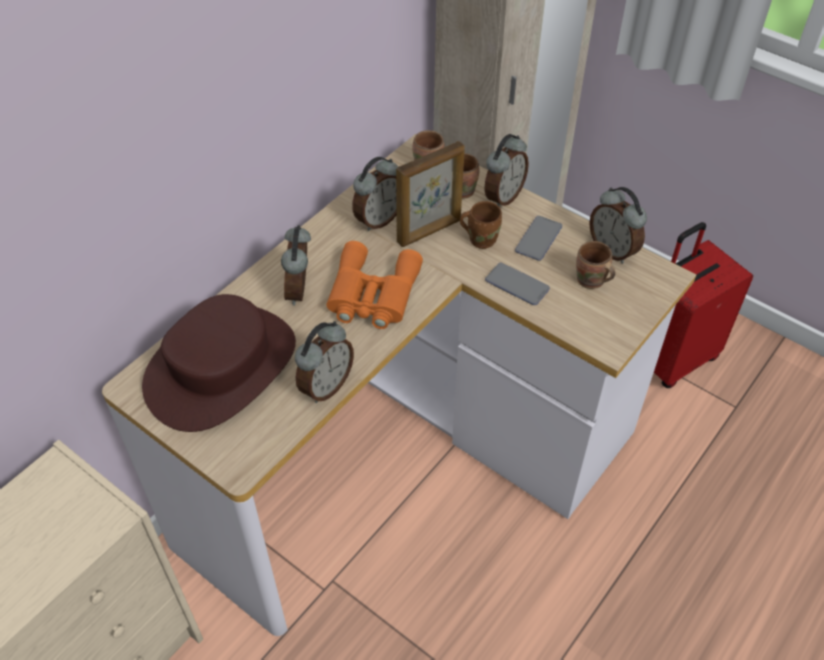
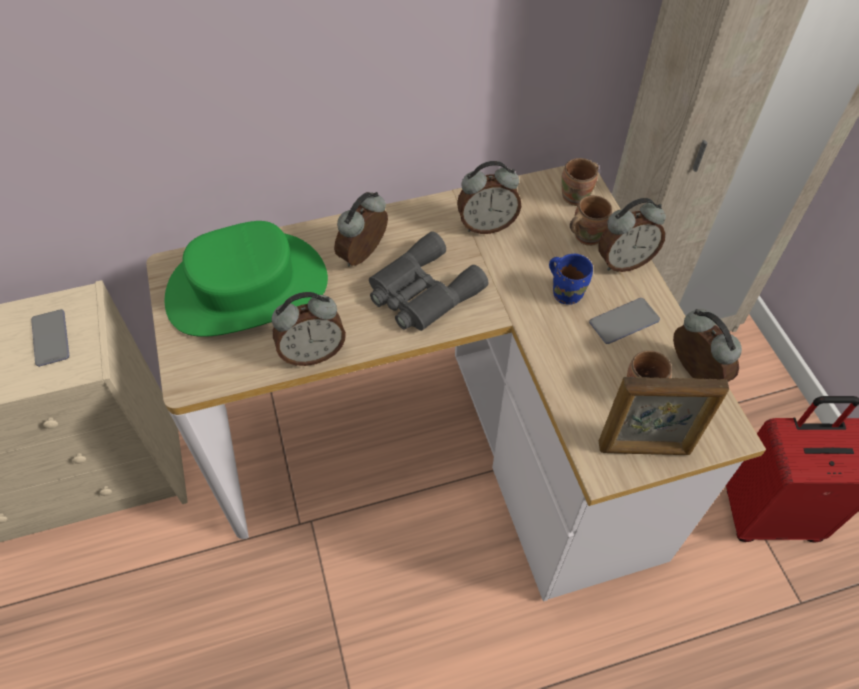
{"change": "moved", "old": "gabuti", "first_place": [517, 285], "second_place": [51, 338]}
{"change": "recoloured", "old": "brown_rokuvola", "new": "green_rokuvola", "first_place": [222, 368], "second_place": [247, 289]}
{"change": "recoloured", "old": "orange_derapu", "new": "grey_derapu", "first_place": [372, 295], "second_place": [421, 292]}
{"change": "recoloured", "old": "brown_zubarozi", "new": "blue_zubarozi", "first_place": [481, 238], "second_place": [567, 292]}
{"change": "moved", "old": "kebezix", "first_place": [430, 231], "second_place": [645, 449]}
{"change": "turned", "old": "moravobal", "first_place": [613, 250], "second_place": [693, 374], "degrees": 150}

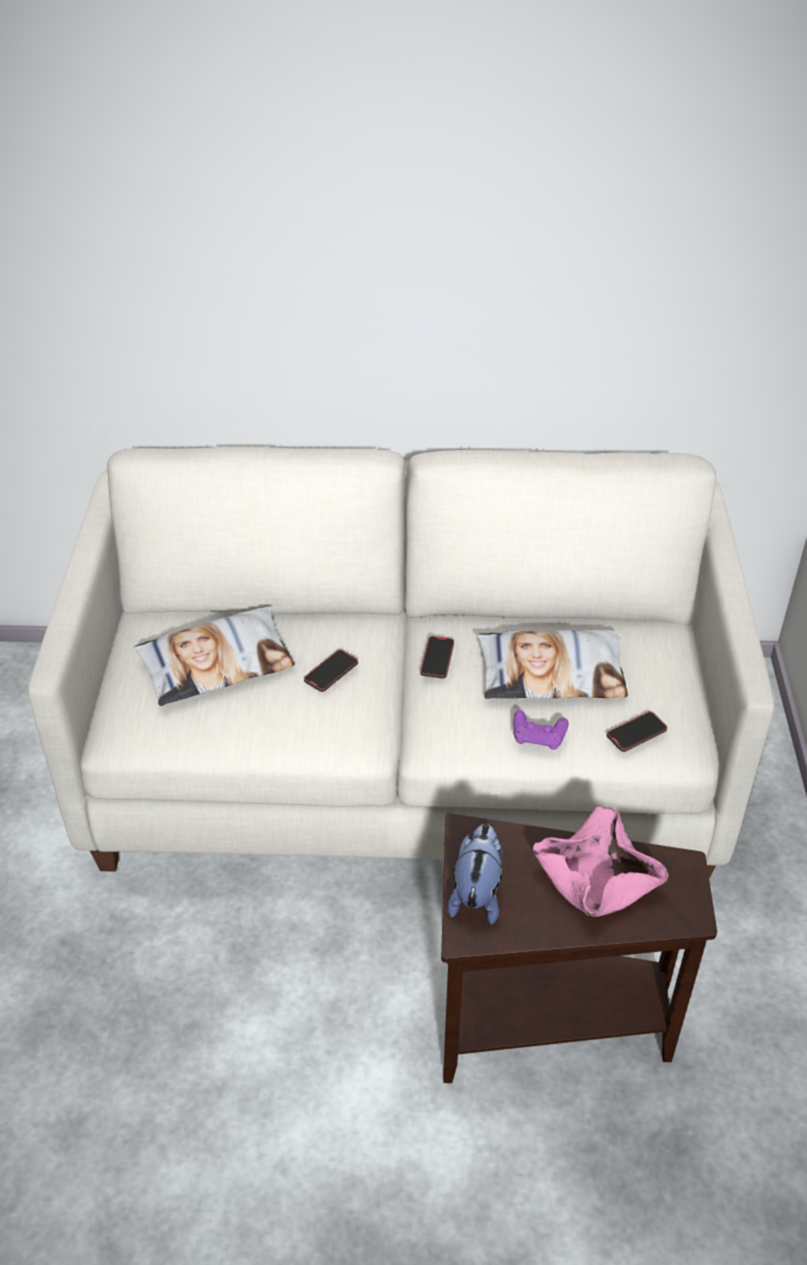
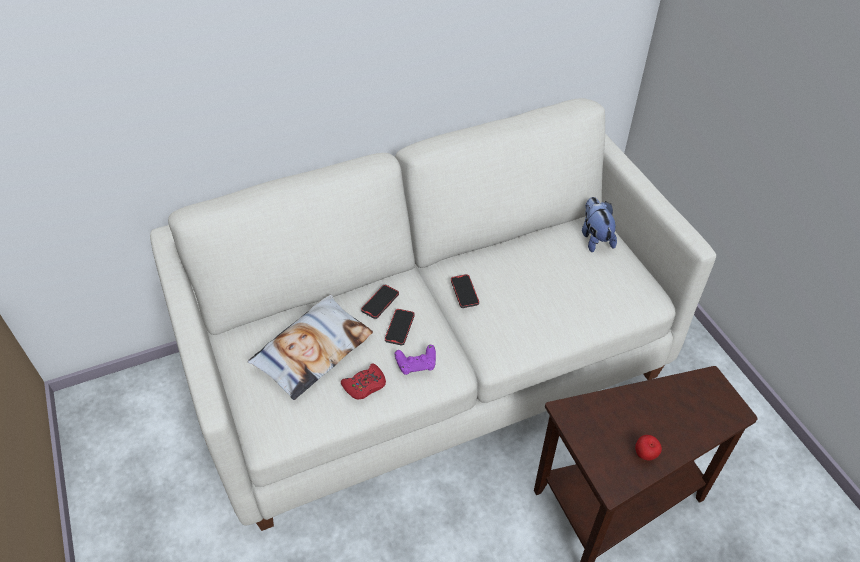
{"change": "added", "new": "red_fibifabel", "second_place": [365, 385]}
{"change": "moved", "old": "gabuti", "first_place": [636, 733], "second_place": [380, 303]}
{"change": "moved", "old": "purple_fibifabel", "first_place": [538, 738], "second_place": [416, 365]}
{"change": "moved", "old": "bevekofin", "first_place": [477, 893], "second_place": [595, 238]}
{"change": "added", "new": "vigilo", "second_place": [645, 455]}
{"change": "removed", "old": "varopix", "first_place": [551, 673]}
{"change": "removed", "old": "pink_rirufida", "first_place": [597, 878]}

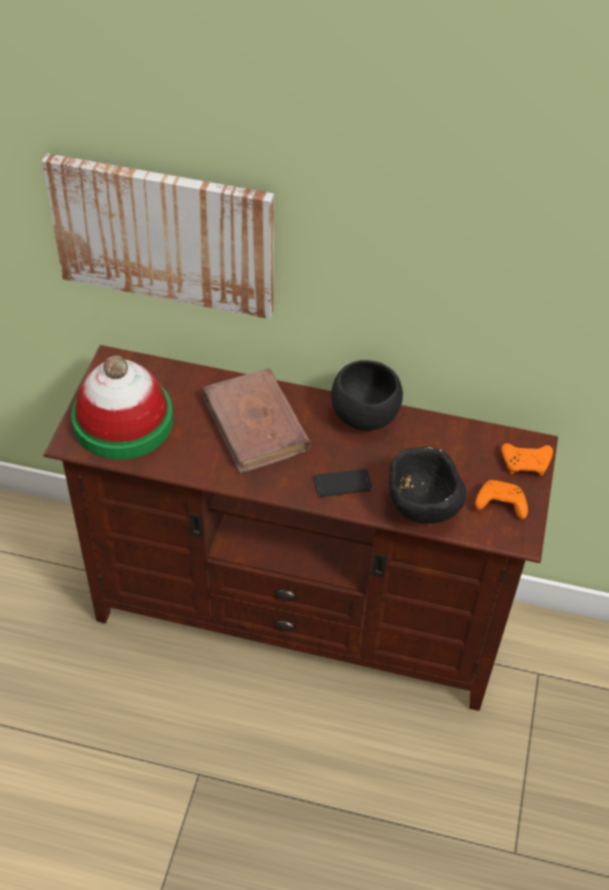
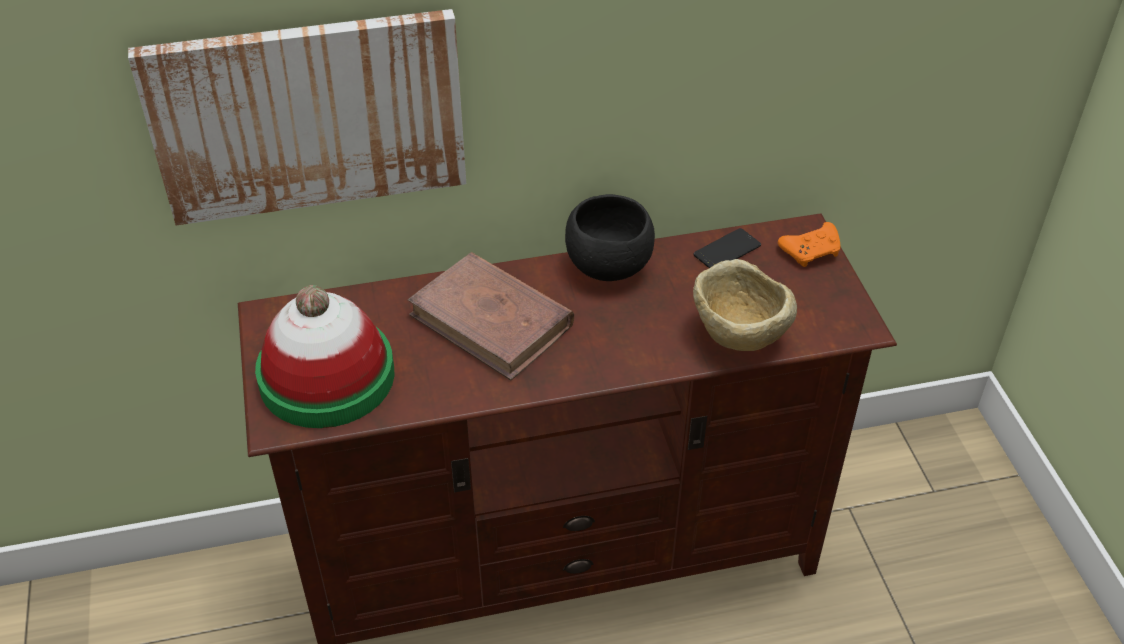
{"change": "recoloured", "old": "black_rirufida", "new": "beige_rirufida", "first_place": [421, 508], "second_place": [738, 338]}
{"change": "moved", "old": "gabuti", "first_place": [342, 483], "second_place": [727, 250]}
{"change": "removed", "old": "orange_fibifabel", "first_place": [499, 504]}

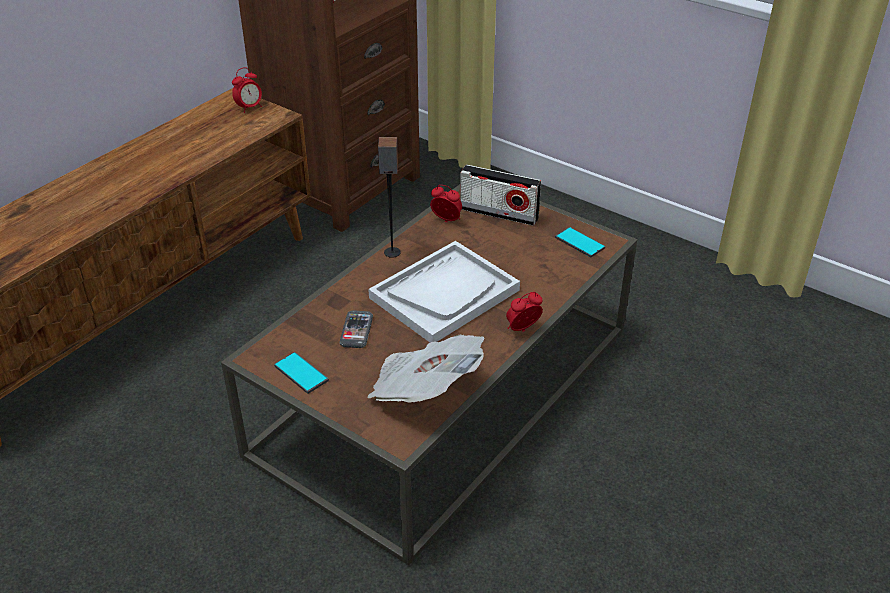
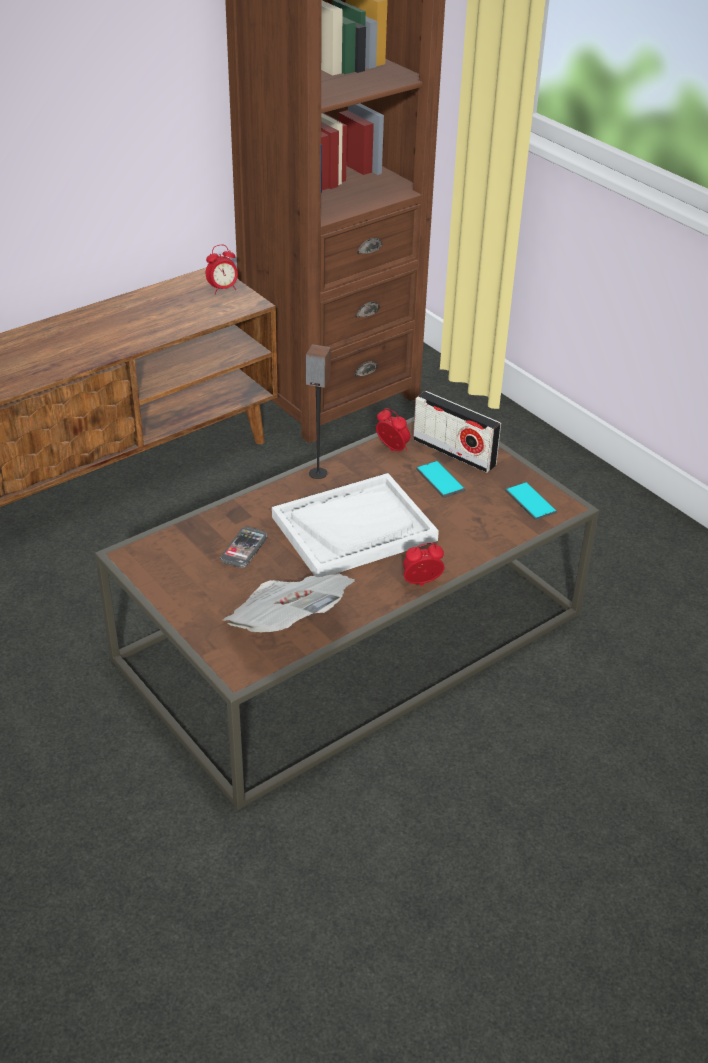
{"change": "moved", "old": "gabuti", "first_place": [301, 373], "second_place": [440, 480]}

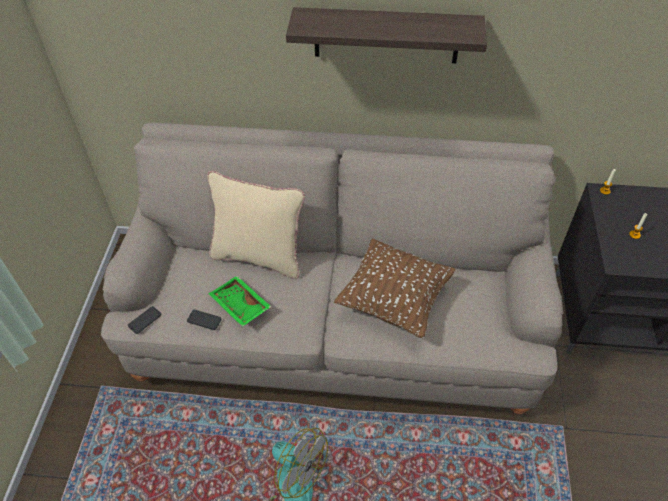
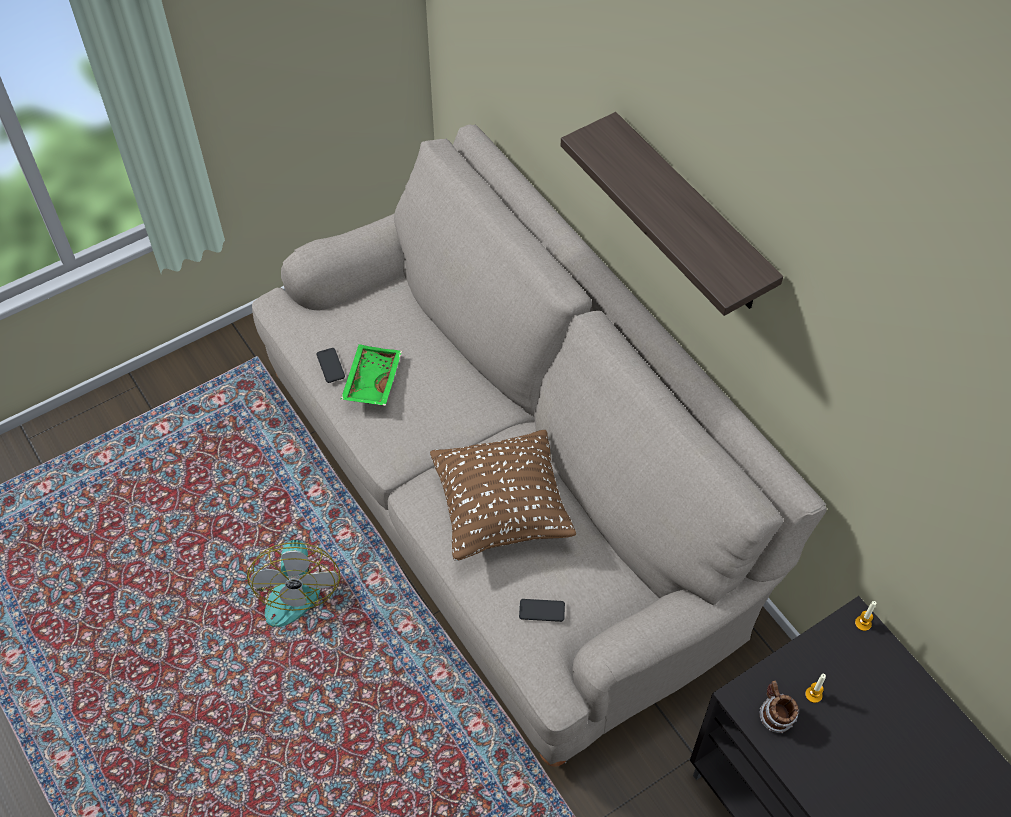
{"change": "moved", "old": "gabuti", "first_place": [144, 320], "second_place": [542, 610]}
{"change": "added", "new": "zubarozi", "second_place": [774, 716]}
{"change": "removed", "old": "beige_varopix", "first_place": [259, 256]}

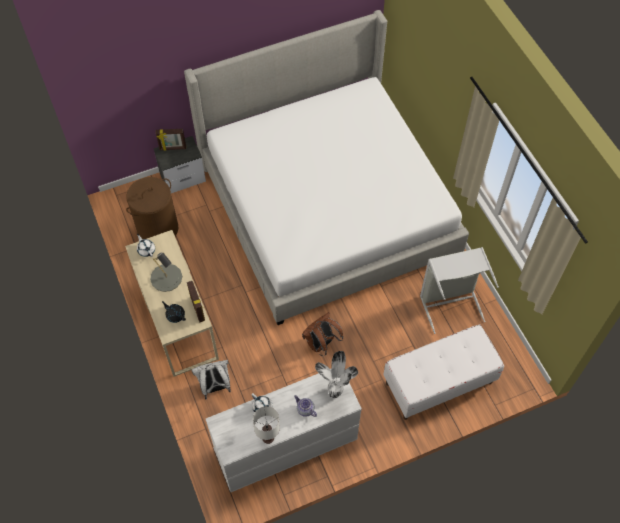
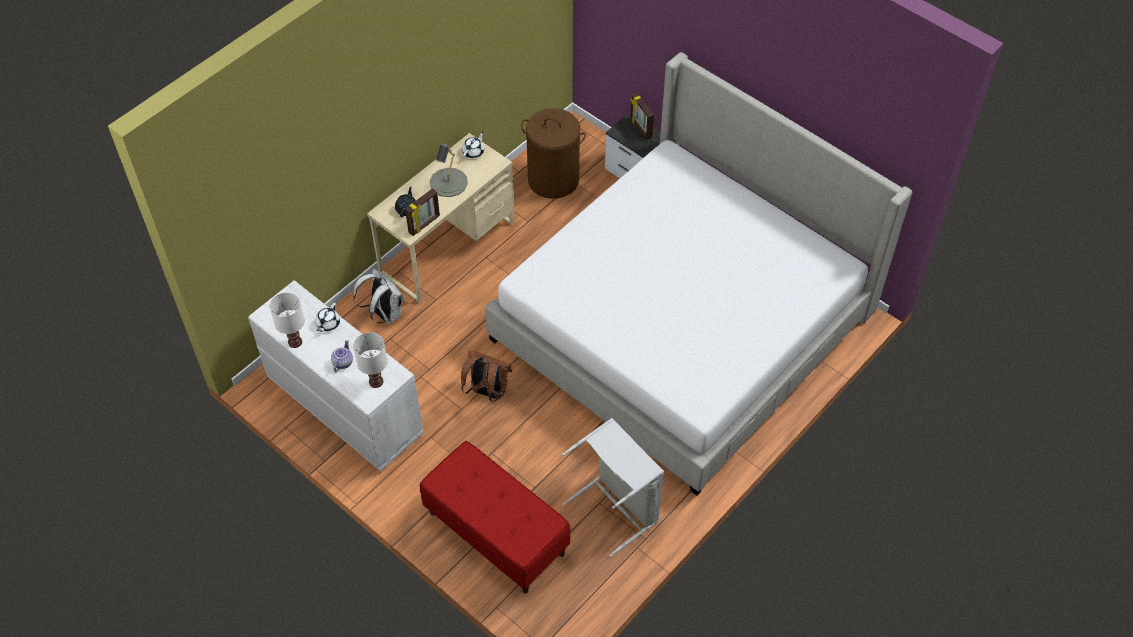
{"change": "replaced", "old": "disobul", "new": "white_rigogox", "first_place": [334, 392], "second_place": [376, 381]}
{"change": "recoloured", "old": "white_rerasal", "new": "red_rerasal", "first_place": [438, 383], "second_place": [496, 533]}

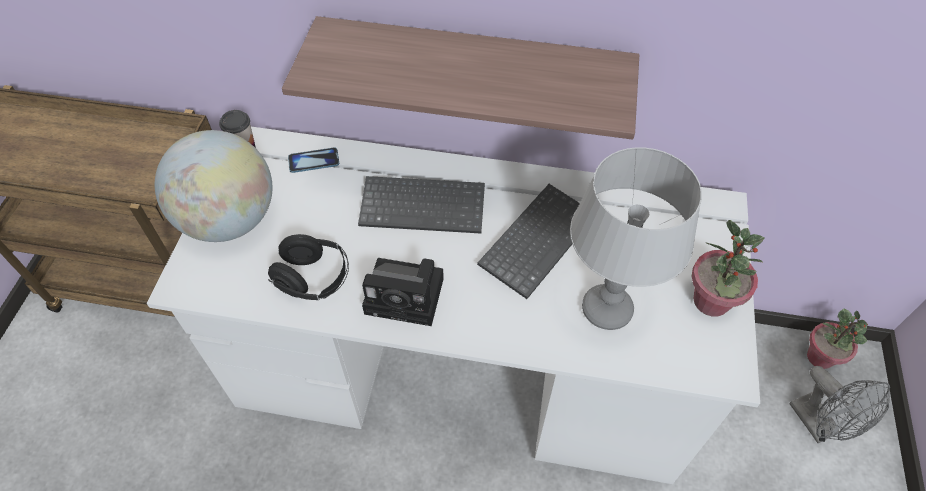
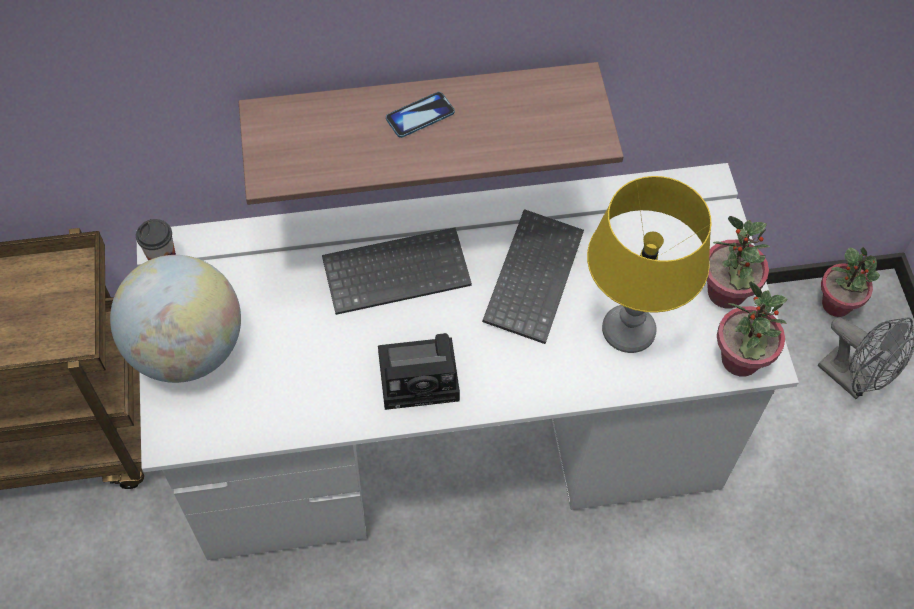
{"change": "moved", "old": "gabuti", "first_place": [314, 161], "second_place": [420, 116]}
{"change": "recoloured", "old": "grey_rigogox", "new": "yellow_rigogox", "first_place": [606, 310], "second_place": [628, 332]}
{"change": "added", "new": "disobul", "second_place": [740, 360]}
{"change": "removed", "old": "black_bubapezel", "first_place": [313, 279]}

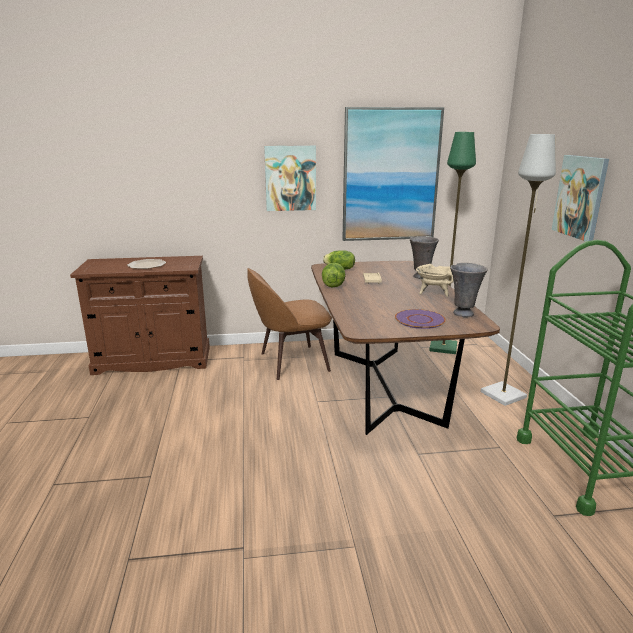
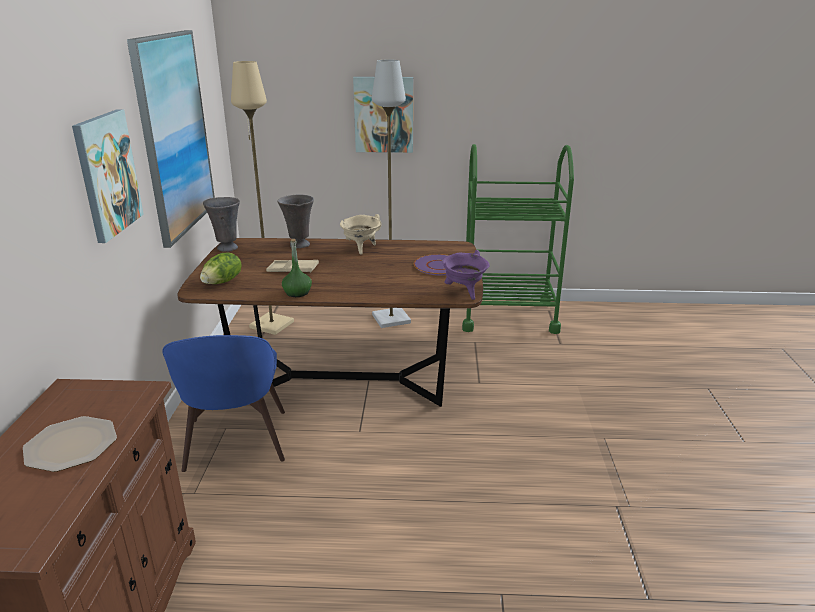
{"change": "recoloured", "old": "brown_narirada", "new": "blue_narirada", "first_place": [291, 362], "second_place": [236, 443]}
{"change": "moved", "old": "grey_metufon", "first_place": [463, 313], "second_place": [227, 248]}
{"change": "recoloured", "old": "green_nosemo", "new": "beige_nosemo", "first_place": [442, 347], "second_place": [271, 325]}
{"change": "replaced", "old": "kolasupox", "new": "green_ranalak", "first_place": [333, 285], "second_place": [297, 293]}
{"change": "added", "new": "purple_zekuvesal", "second_place": [464, 292]}

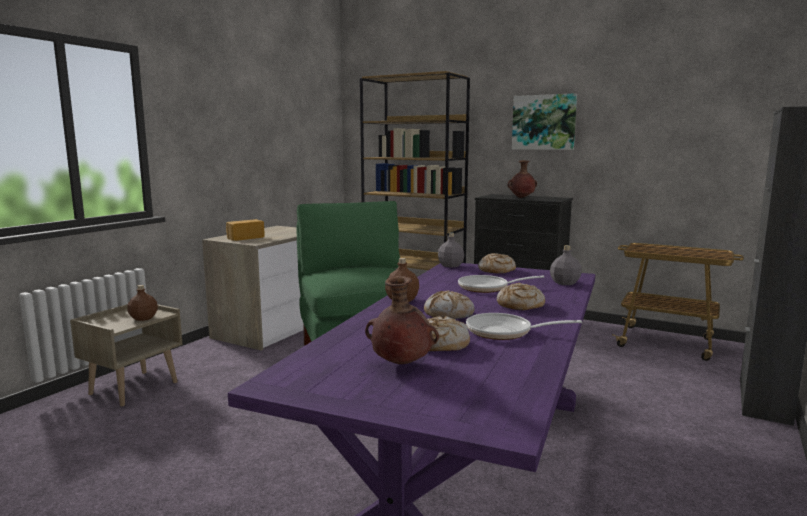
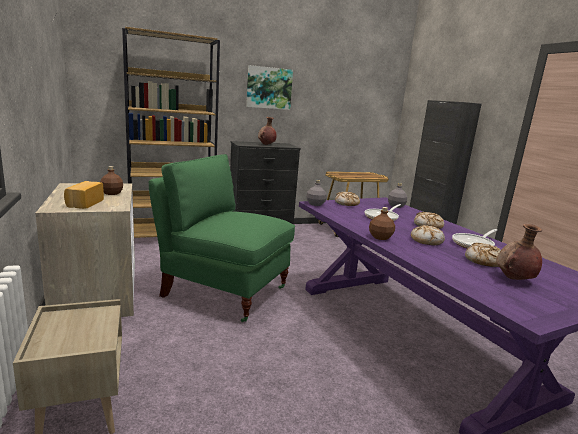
{"change": "moved", "old": "brown_ranalak", "first_place": [144, 318], "second_place": [112, 193]}

